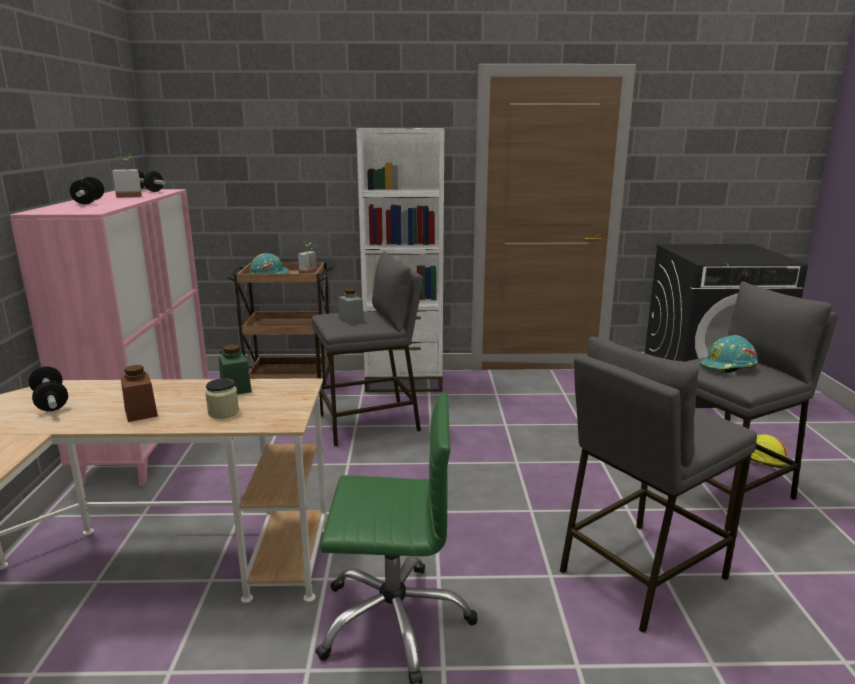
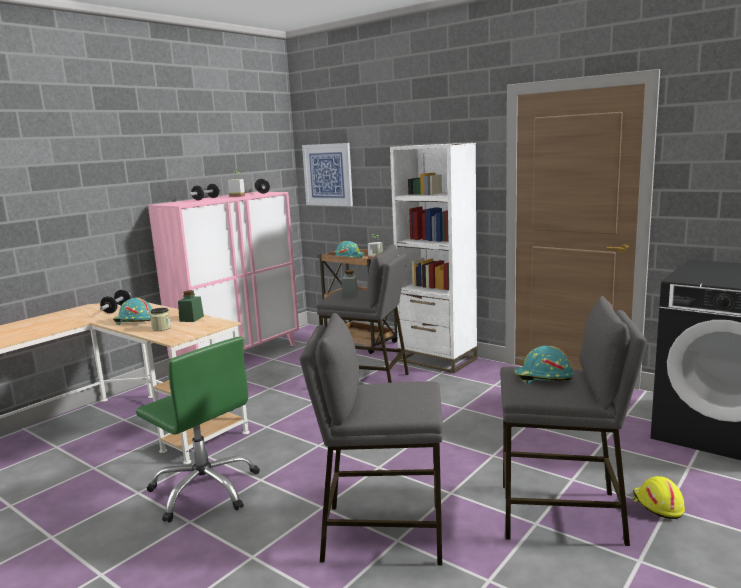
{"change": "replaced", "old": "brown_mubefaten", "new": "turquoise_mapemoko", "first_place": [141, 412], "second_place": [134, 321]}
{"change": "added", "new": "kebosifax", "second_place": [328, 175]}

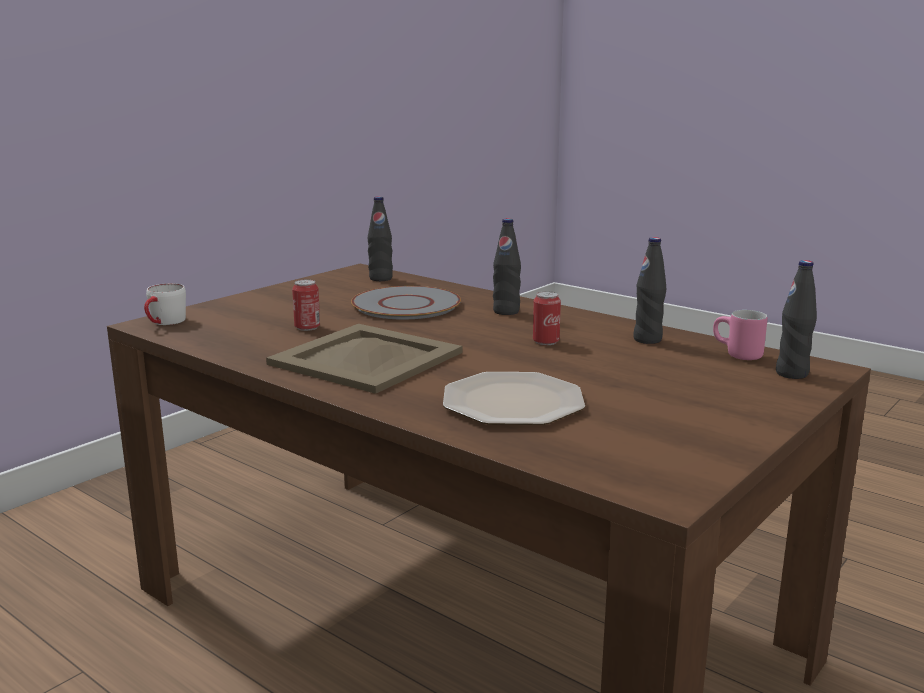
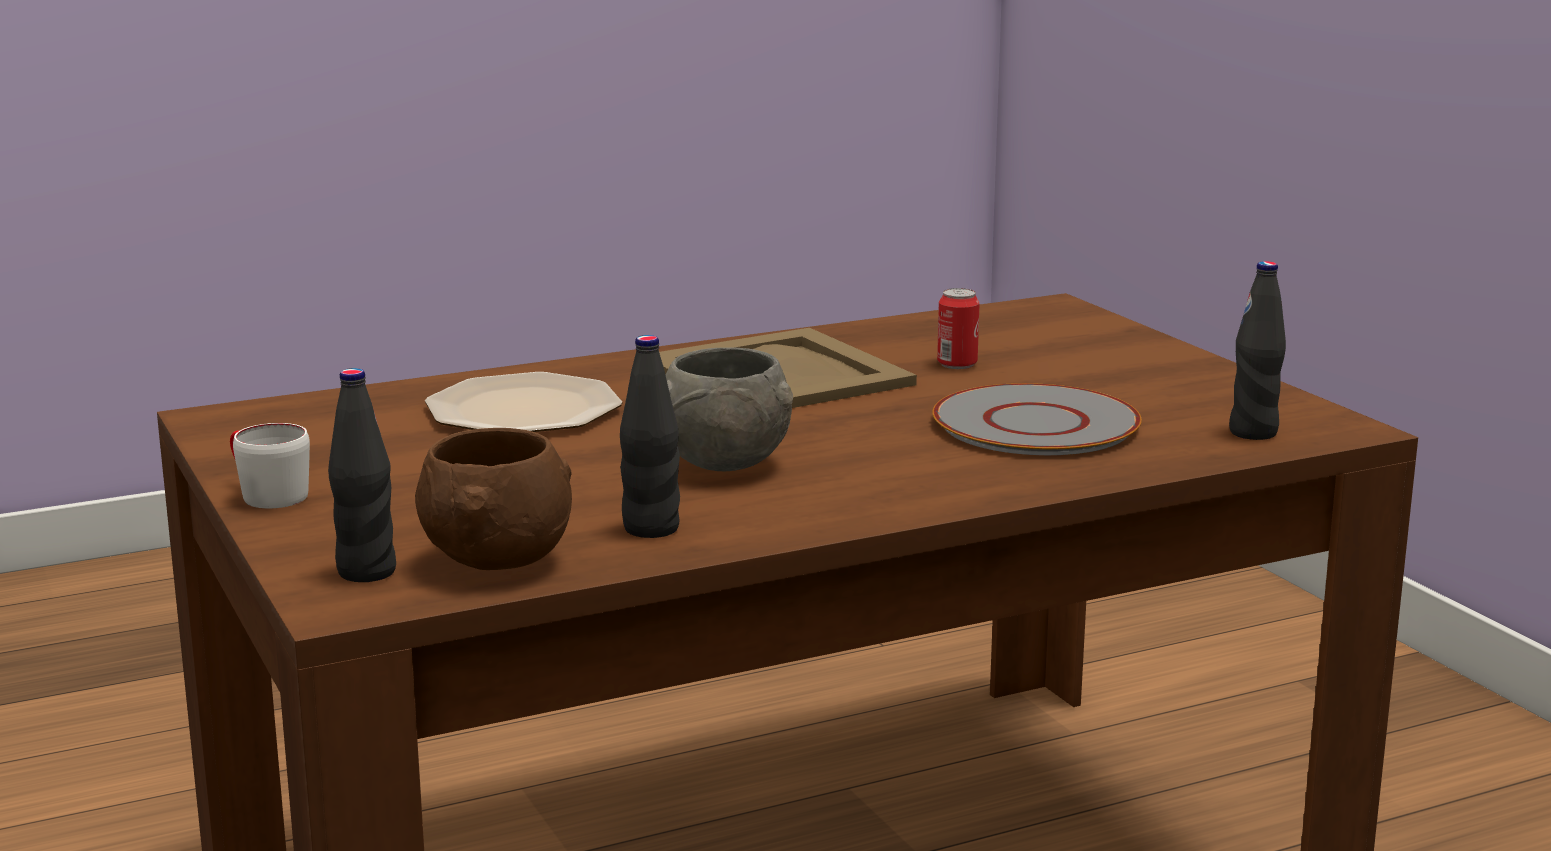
{"change": "moved", "old": "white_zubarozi", "first_place": [164, 323], "second_place": [265, 494]}
{"change": "replaced", "old": "pink_zubarozi", "new": "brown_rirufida", "first_place": [736, 355], "second_place": [495, 564]}
{"change": "replaced", "old": "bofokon", "new": "grey_rirufida", "first_place": [545, 342], "second_place": [727, 467]}
{"change": "removed", "old": "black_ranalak", "first_place": [506, 311]}

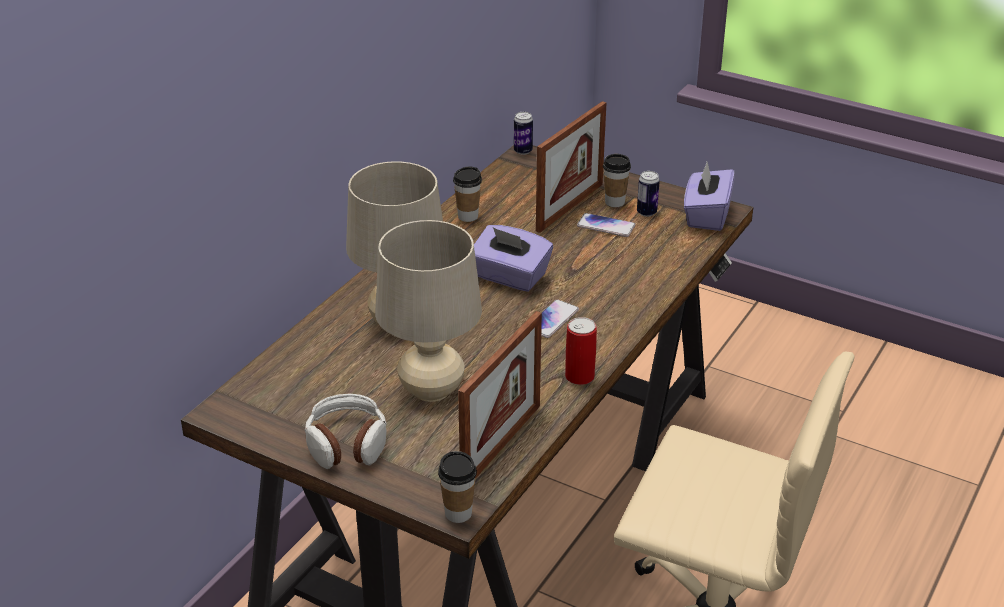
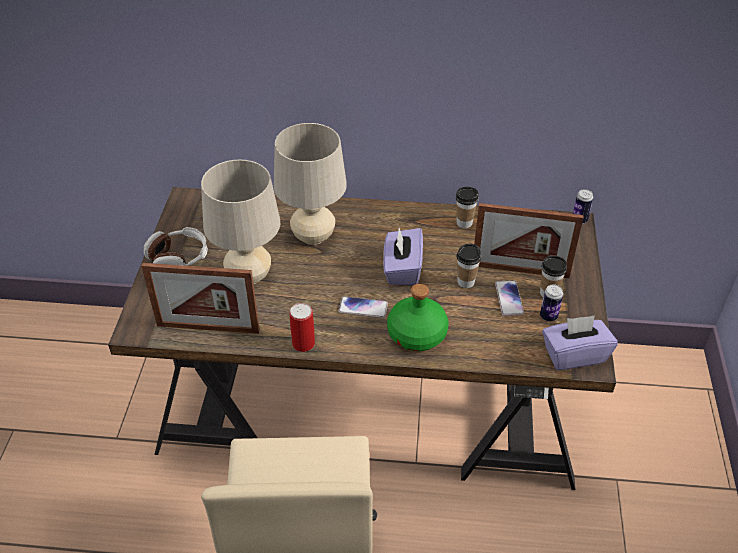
{"change": "added", "new": "green_ranalak", "second_place": [416, 334]}
{"change": "moved", "old": "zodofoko", "first_place": [458, 513], "second_place": [465, 282]}

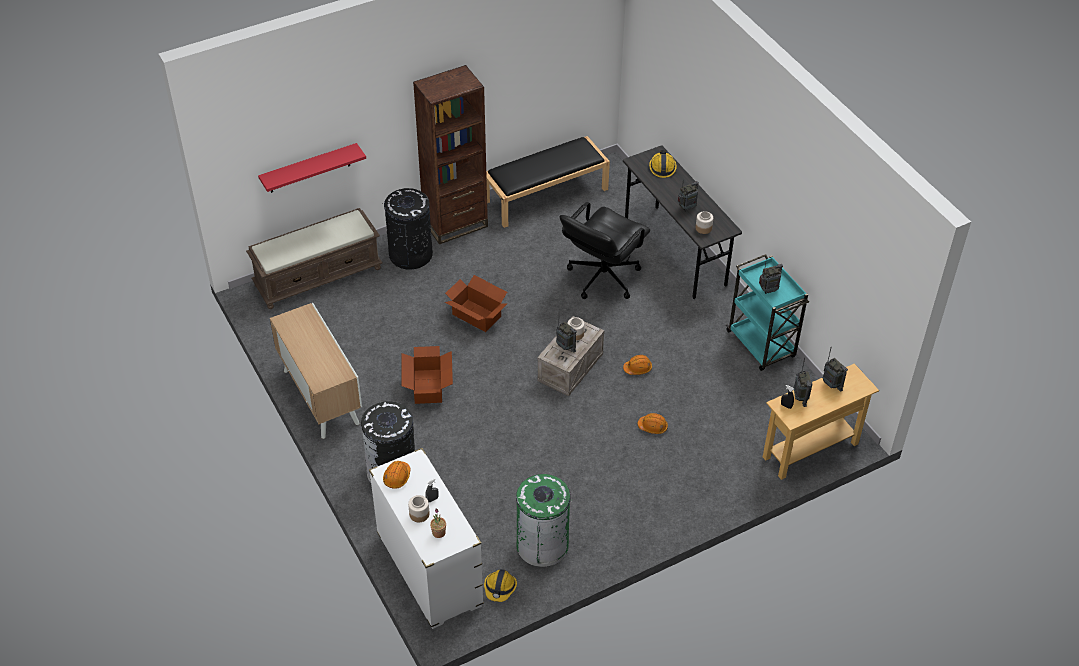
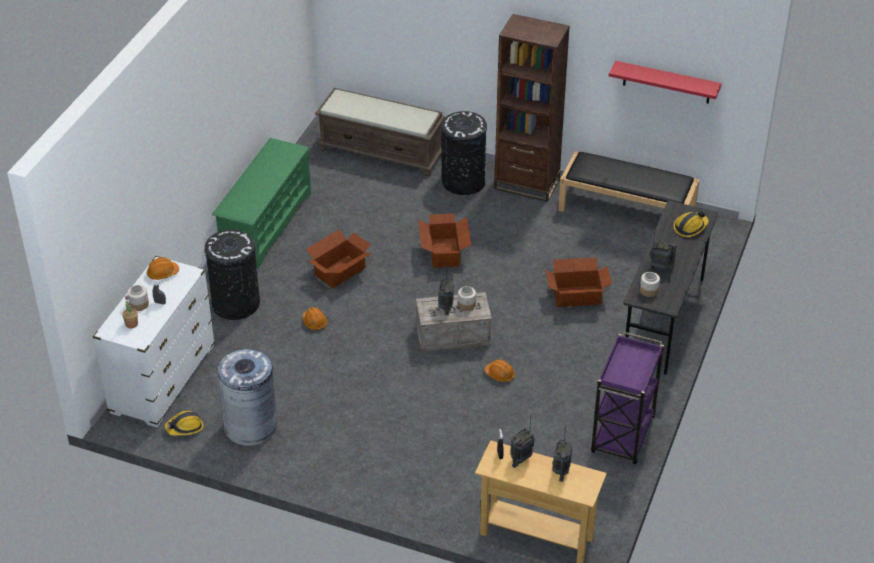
{"change": "replaced", "old": "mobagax", "new": "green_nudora", "first_place": [320, 396], "second_place": [266, 225]}
{"change": "recoloured", "old": "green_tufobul", "new": "grey_tufobul", "first_place": [542, 545], "second_place": [251, 427]}
{"change": "moved", "old": "orange_mapemoko", "first_place": [653, 427], "second_place": [314, 322]}
{"change": "replaced", "old": "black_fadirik", "new": "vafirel", "first_place": [602, 277], "second_place": [576, 296]}
{"change": "recoloured", "old": "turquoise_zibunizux", "new": "purple_zibunizux", "first_place": [761, 345], "second_place": [622, 436]}
{"change": "moved", "old": "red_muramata", "first_place": [309, 168], "second_place": [666, 82]}
{"change": "removed", "old": "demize", "first_place": [768, 290]}

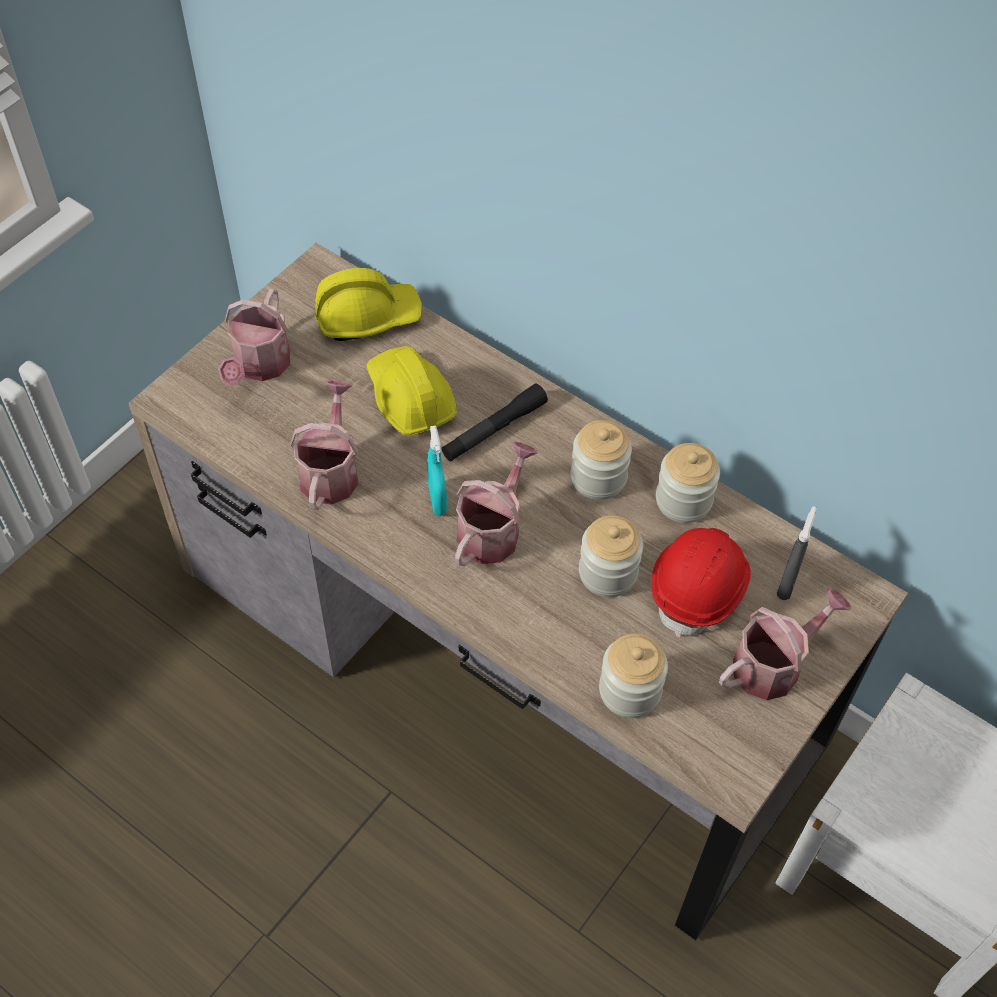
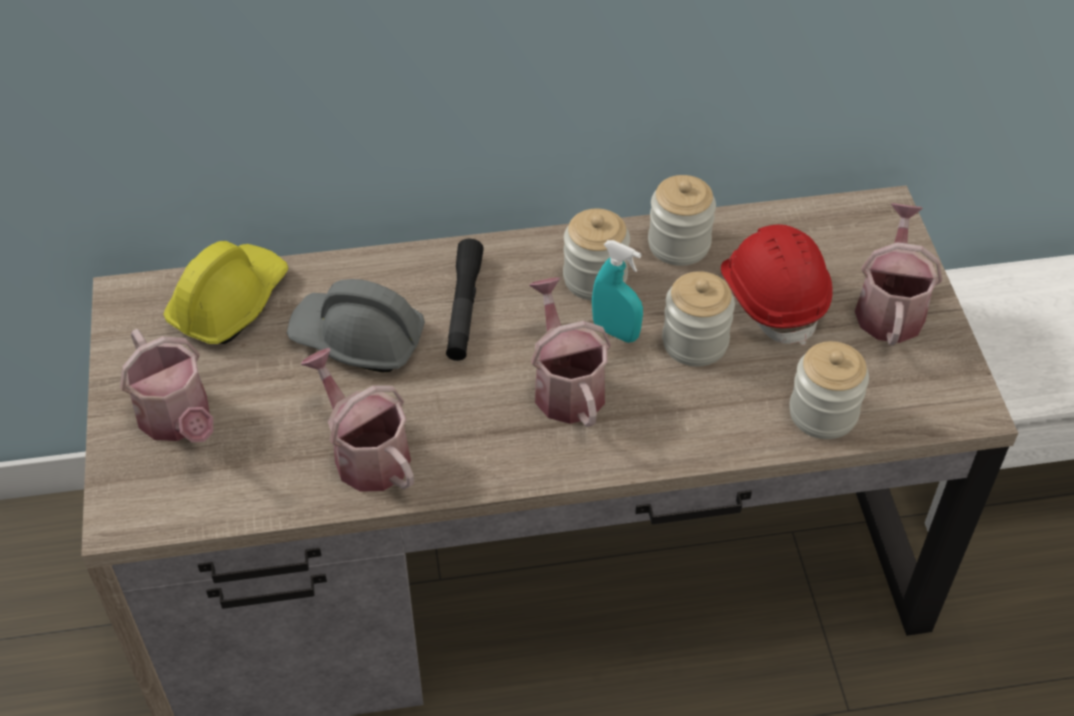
{"change": "recoloured", "old": "yellow_mapemoko", "new": "grey_mapemoko", "first_place": [410, 398], "second_place": [358, 339]}
{"change": "moved", "old": "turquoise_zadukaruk", "first_place": [437, 500], "second_place": [615, 332]}
{"change": "removed", "old": "grey_zadukaruk", "first_place": [787, 583]}

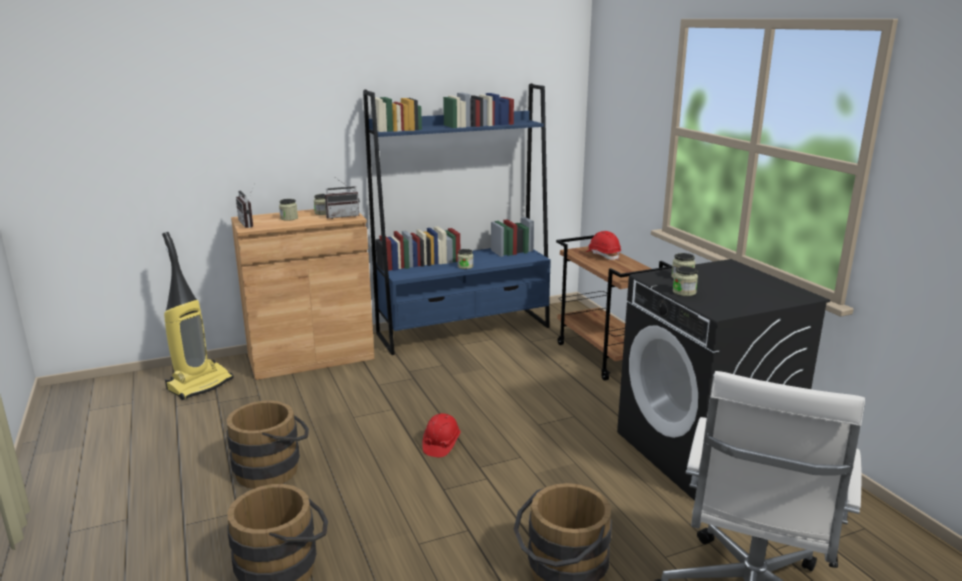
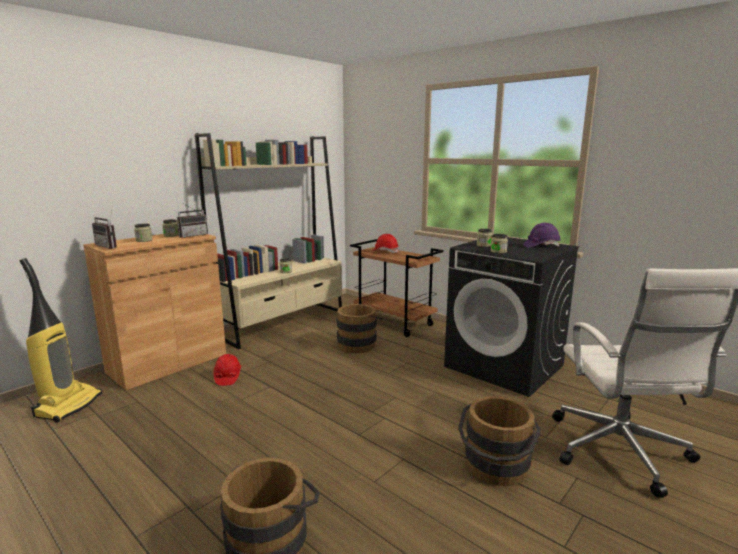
{"change": "recoloured", "old": "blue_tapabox", "new": "beige_tapabox", "first_place": [464, 330], "second_place": [283, 323]}
{"change": "moved", "old": "red_mapemoko", "first_place": [441, 444], "second_place": [227, 377]}
{"change": "moved", "old": "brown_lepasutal", "first_place": [273, 469], "second_place": [358, 344]}
{"change": "added", "new": "purple_mapemoko", "second_place": [541, 246]}

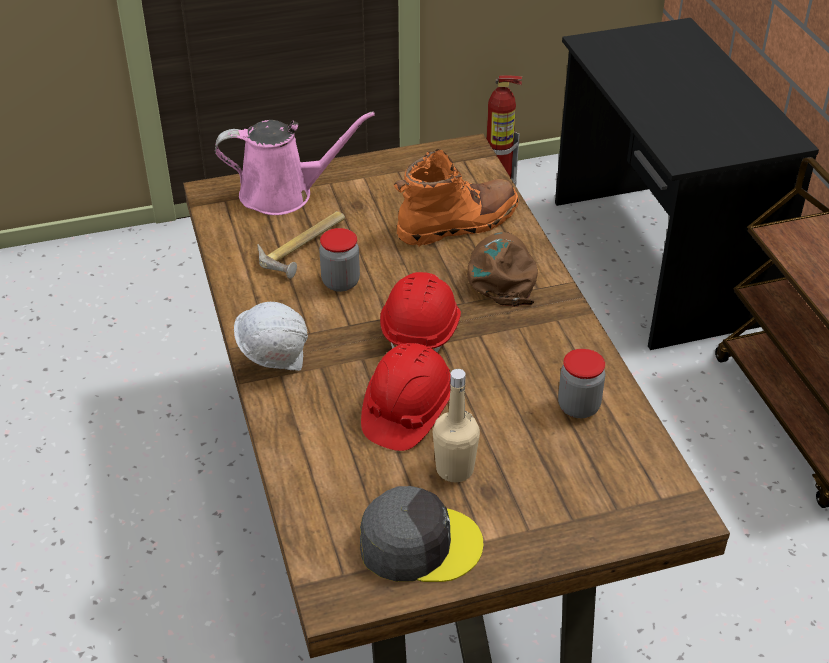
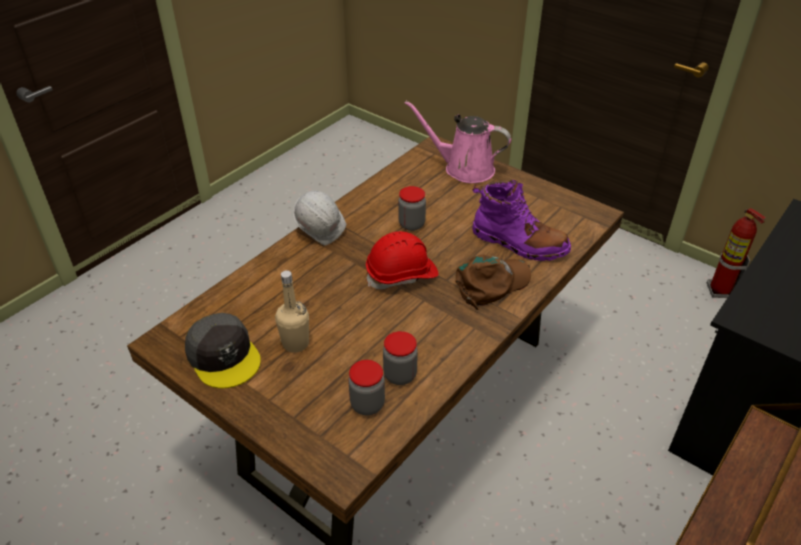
{"change": "added", "new": "mubefaten", "second_place": [367, 404]}
{"change": "turned", "old": "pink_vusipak", "first_place": [283, 194], "second_place": [464, 168], "degrees": 150}
{"change": "recoloured", "old": "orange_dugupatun", "new": "purple_dugupatun", "first_place": [458, 223], "second_place": [519, 243]}
{"change": "removed", "old": "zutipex", "first_place": [306, 247]}
{"change": "removed", "old": "red_mapemoko", "first_place": [407, 411]}

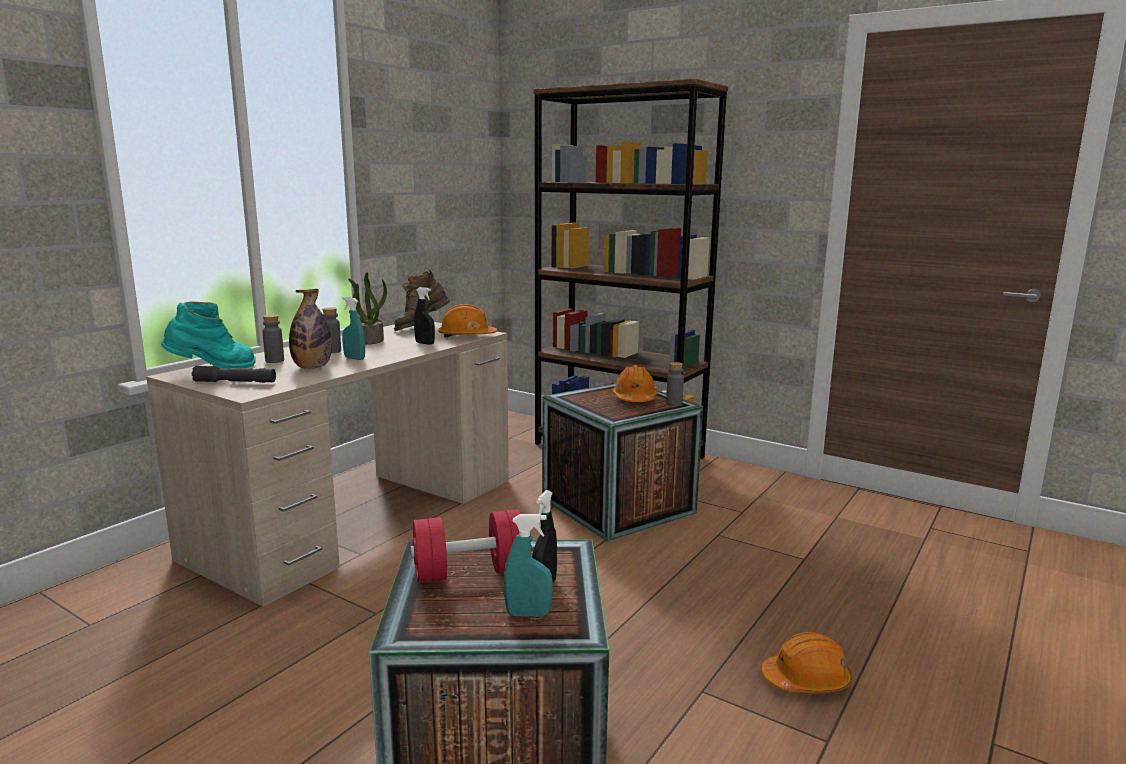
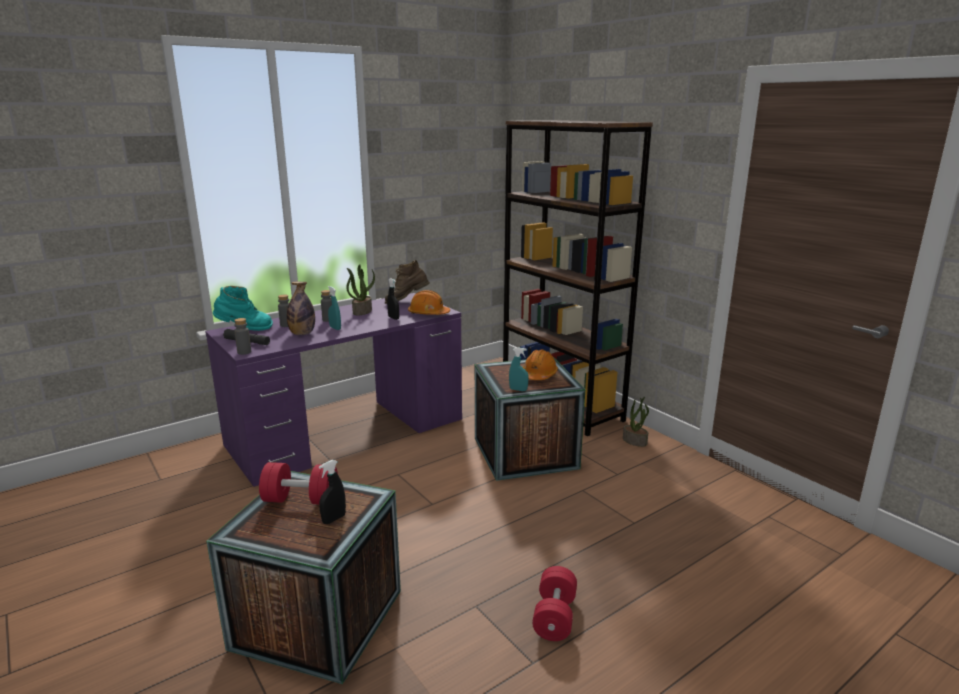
{"change": "recoloured", "old": "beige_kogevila", "new": "purple_kogevila", "first_place": [362, 516], "second_place": [348, 432]}
{"change": "moved", "old": "grey_ranalak", "first_place": [674, 404], "second_place": [244, 352]}
{"change": "moved", "old": "turquoise_zadukaruk", "first_place": [528, 614], "second_place": [518, 390]}
{"change": "replaced", "old": "orange_mapemoko", "new": "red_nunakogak", "first_place": [806, 680], "second_place": [554, 617]}
{"change": "added", "new": "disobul", "second_place": [635, 441]}

